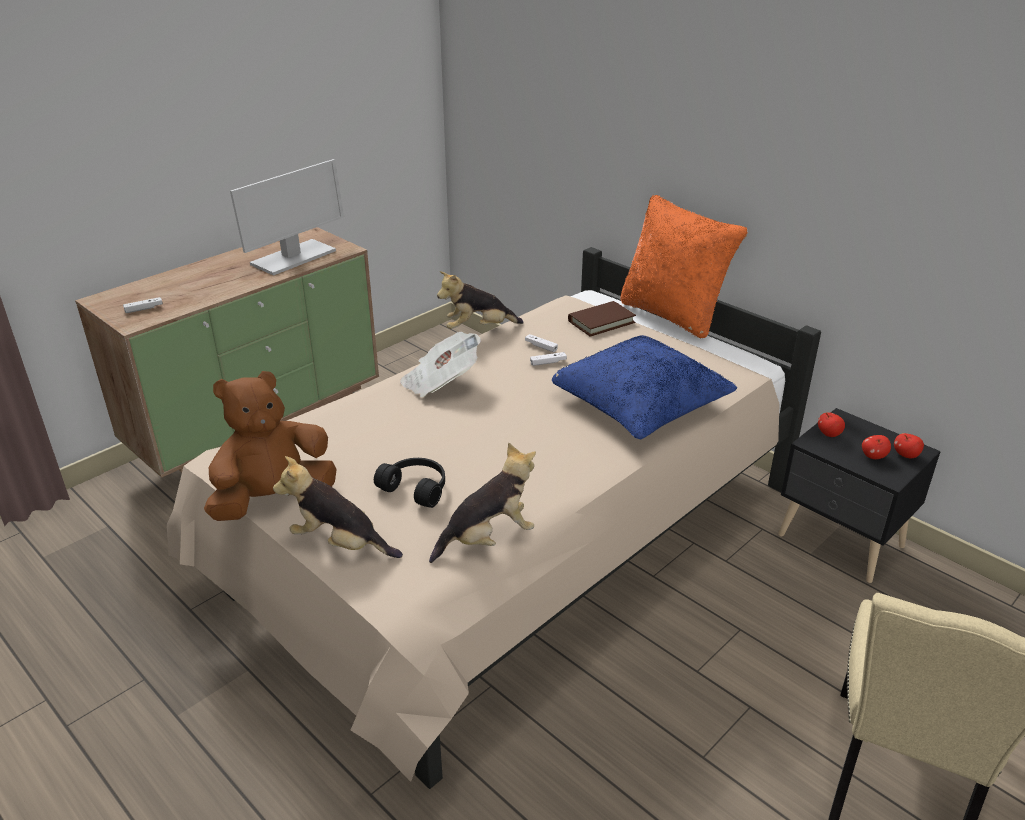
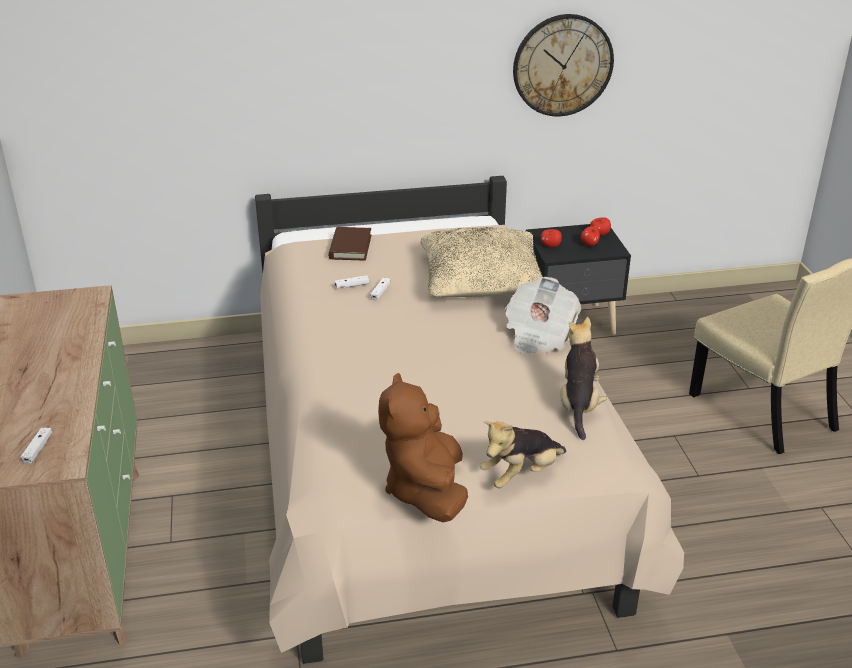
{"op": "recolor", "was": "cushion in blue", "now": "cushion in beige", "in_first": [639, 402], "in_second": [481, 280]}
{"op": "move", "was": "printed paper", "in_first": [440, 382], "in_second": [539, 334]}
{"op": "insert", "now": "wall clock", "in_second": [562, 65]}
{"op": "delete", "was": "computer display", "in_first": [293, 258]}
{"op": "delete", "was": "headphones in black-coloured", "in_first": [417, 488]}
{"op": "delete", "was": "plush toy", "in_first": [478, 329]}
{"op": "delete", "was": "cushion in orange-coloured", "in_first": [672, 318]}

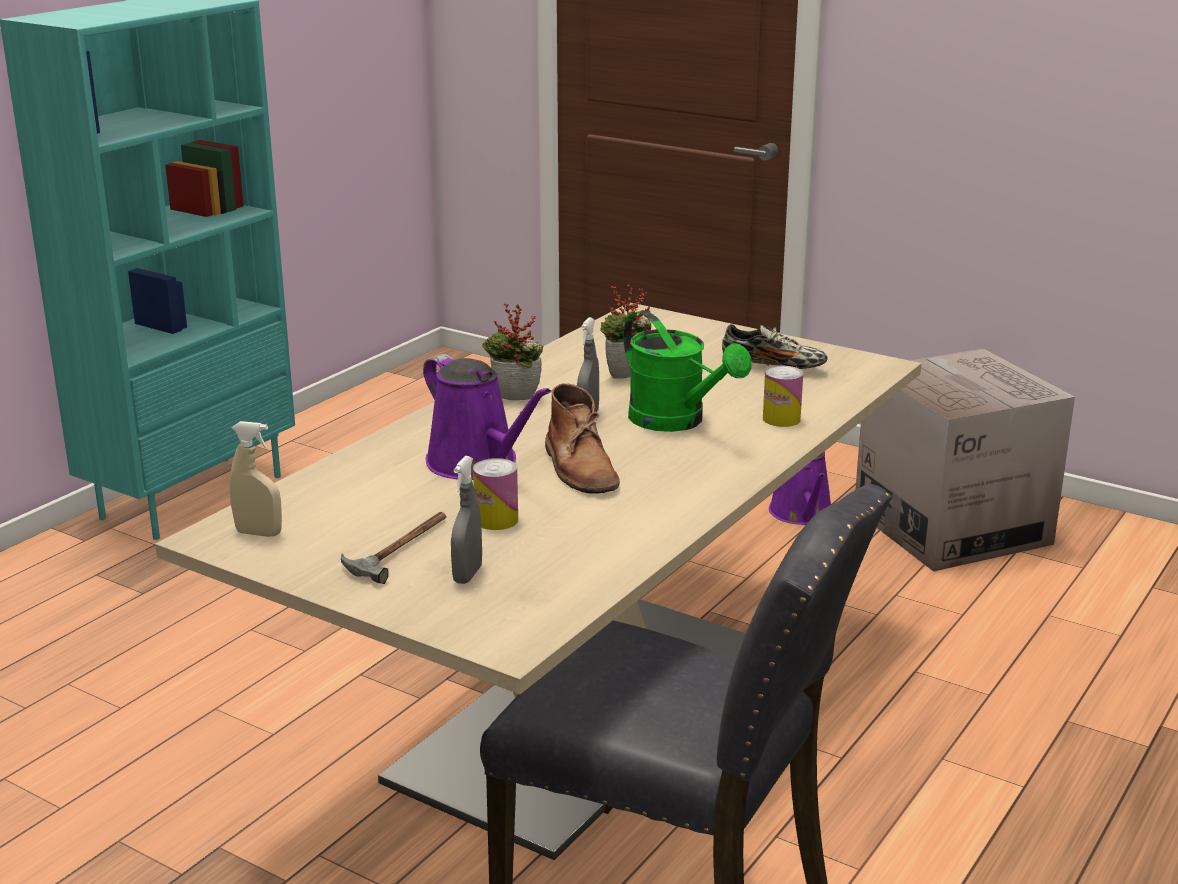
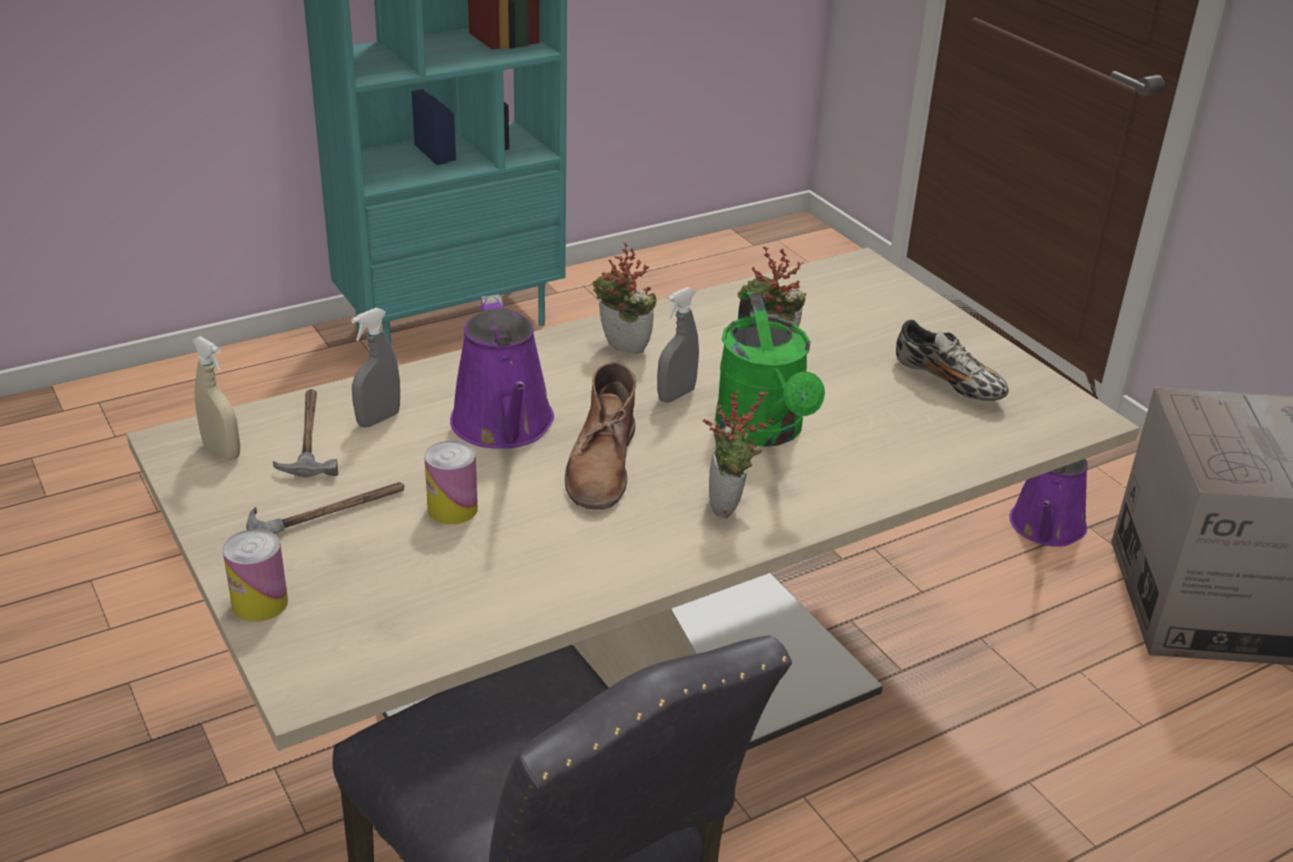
{"op": "move", "was": "can", "in_first": [781, 419], "in_second": [260, 603]}
{"op": "insert", "now": "hammer", "in_second": [308, 436]}
{"op": "move", "was": "sprayer in greyish", "in_first": [467, 575], "in_second": [378, 419]}
{"op": "insert", "now": "plant in a pot", "in_second": [729, 508]}

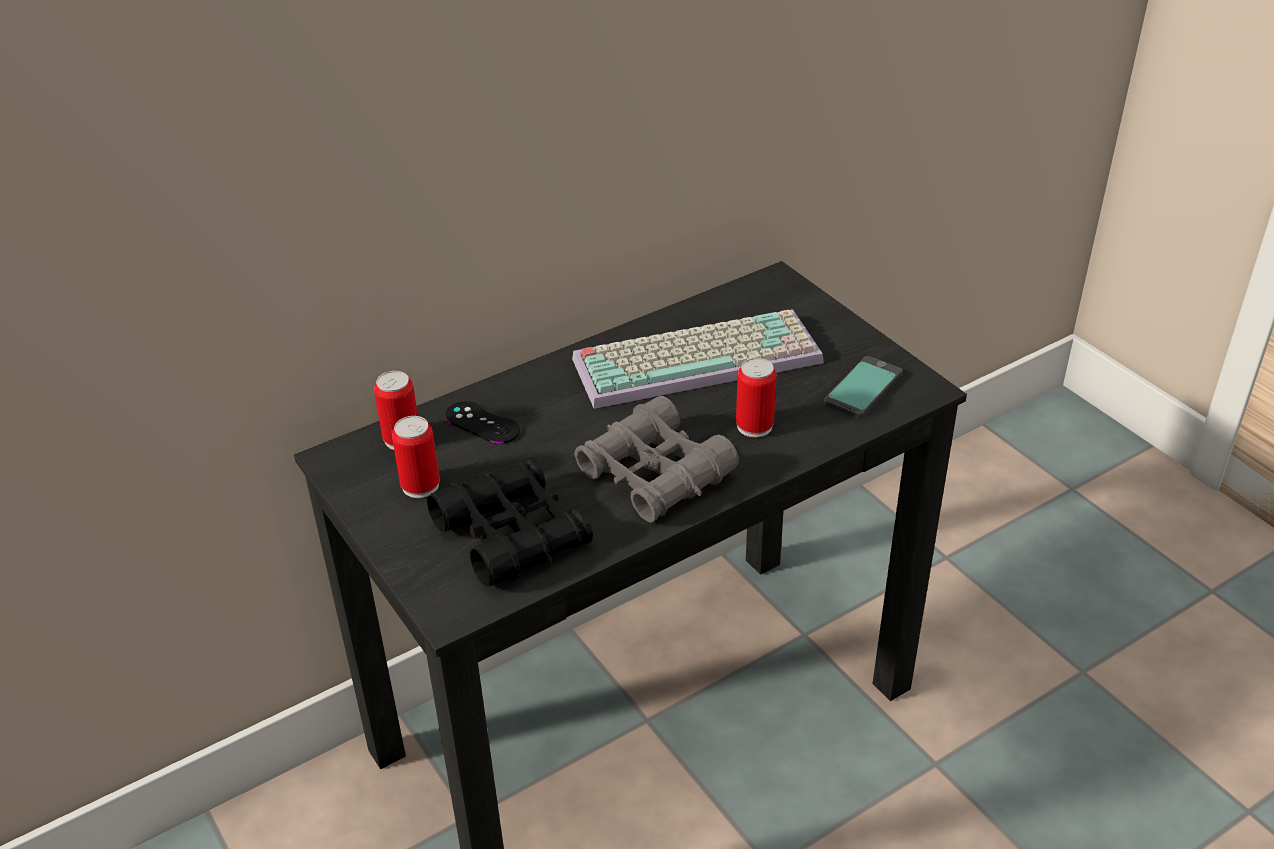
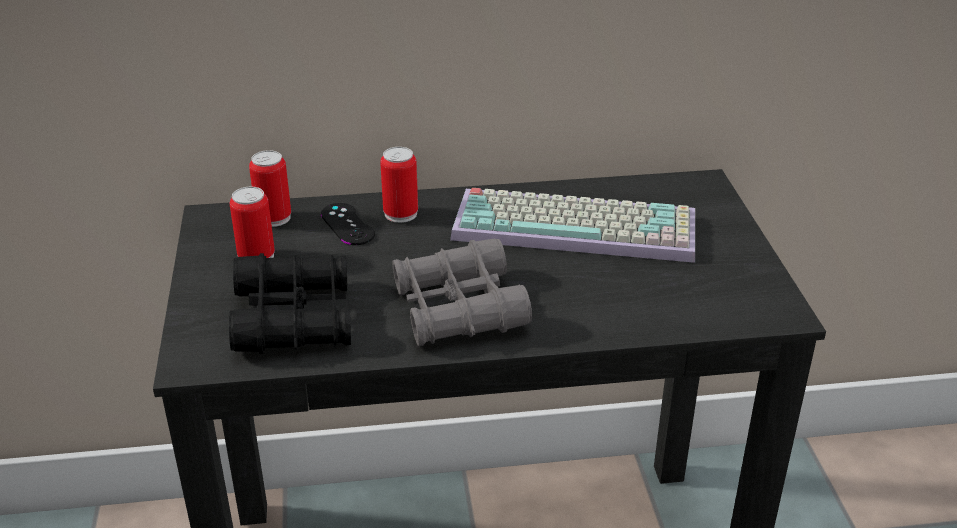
{"op": "move", "was": "can", "in_first": [754, 426], "in_second": [400, 214]}
{"op": "delete", "was": "telephone", "in_first": [862, 388]}

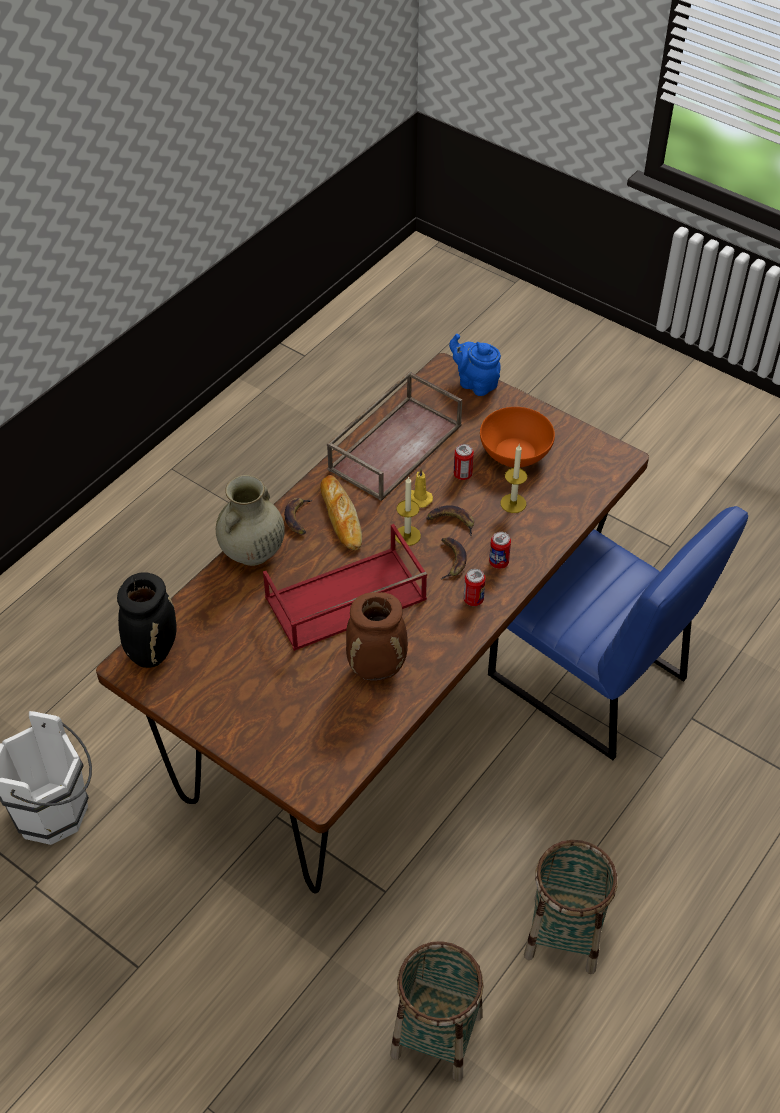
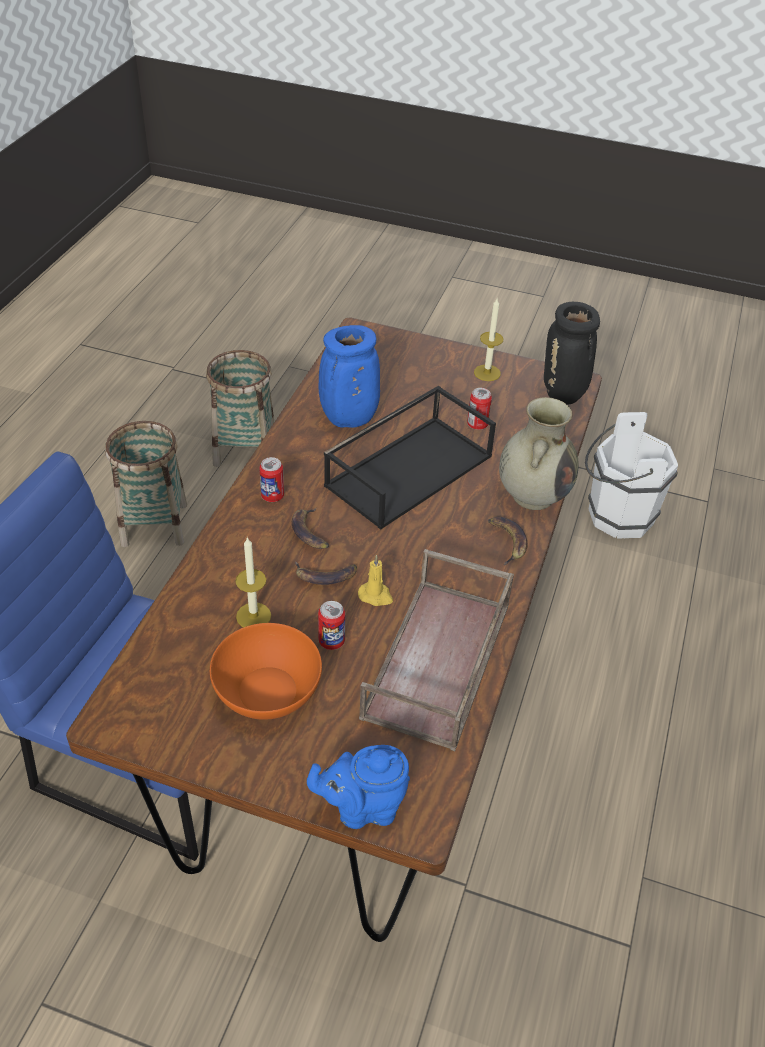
{"op": "rotate", "was": "tea pot in blue", "in_first": [475, 383], "in_second": [362, 808], "clockwise": 150}
{"op": "recolor", "was": "flower vase in brown-coloured", "now": "flower vase in blue", "in_first": [377, 668], "in_second": [348, 420]}
{"op": "recolor", "was": "carrying tray in red-coloured", "now": "carrying tray in black-coloured", "in_first": [344, 600], "in_second": [409, 469]}
{"op": "move", "was": "can", "in_first": [498, 562], "in_second": [477, 424]}
{"op": "move", "was": "candle", "in_first": [407, 535], "in_second": [487, 373]}
{"op": "delete", "was": "bakery bread", "in_first": [341, 516]}

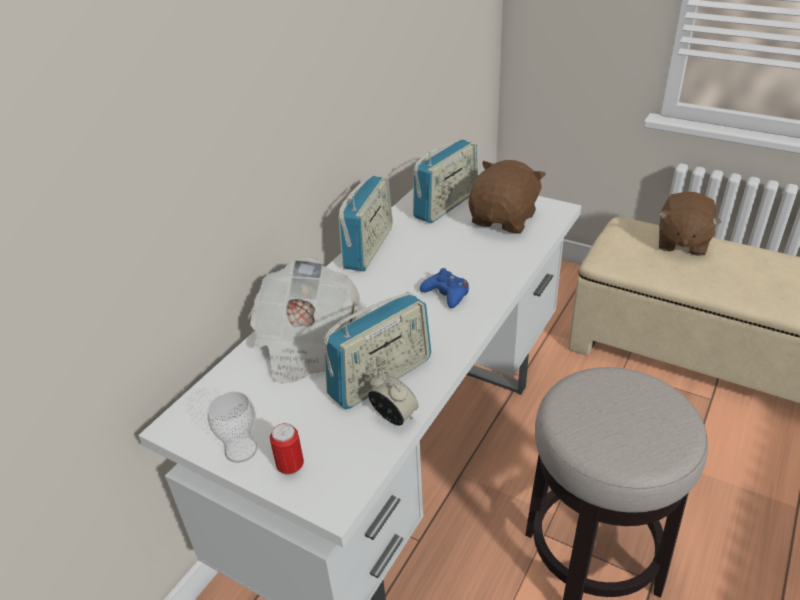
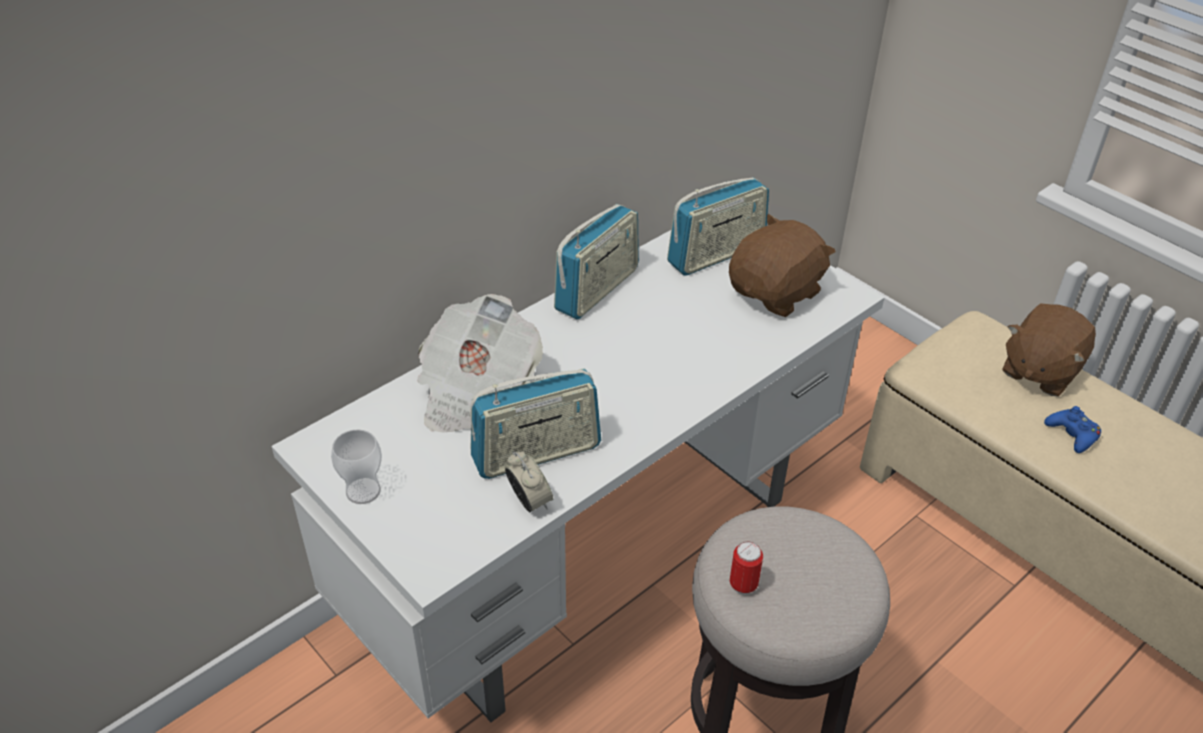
{"op": "move", "was": "can", "in_first": [290, 466], "in_second": [743, 585]}
{"op": "move", "was": "gamepad in blue", "in_first": [446, 294], "in_second": [1072, 434]}

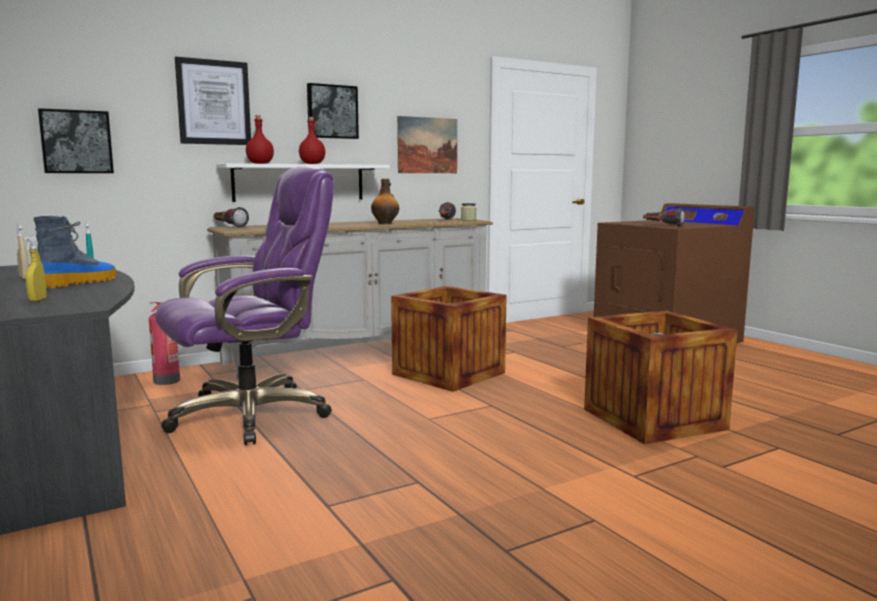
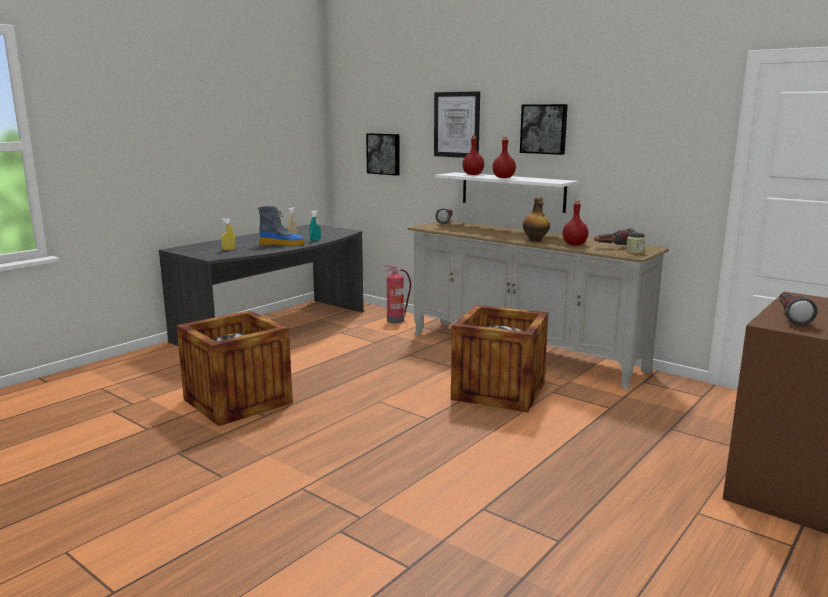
{"op": "move", "was": "packing crate", "in_first": [653, 419], "in_second": [237, 401]}
{"op": "insert", "now": "drink bottle in red-coloured", "in_second": [575, 244]}
{"op": "delete", "was": "desk chair in purplish", "in_first": [249, 415]}
{"op": "delete", "was": "wall art", "in_first": [427, 145]}

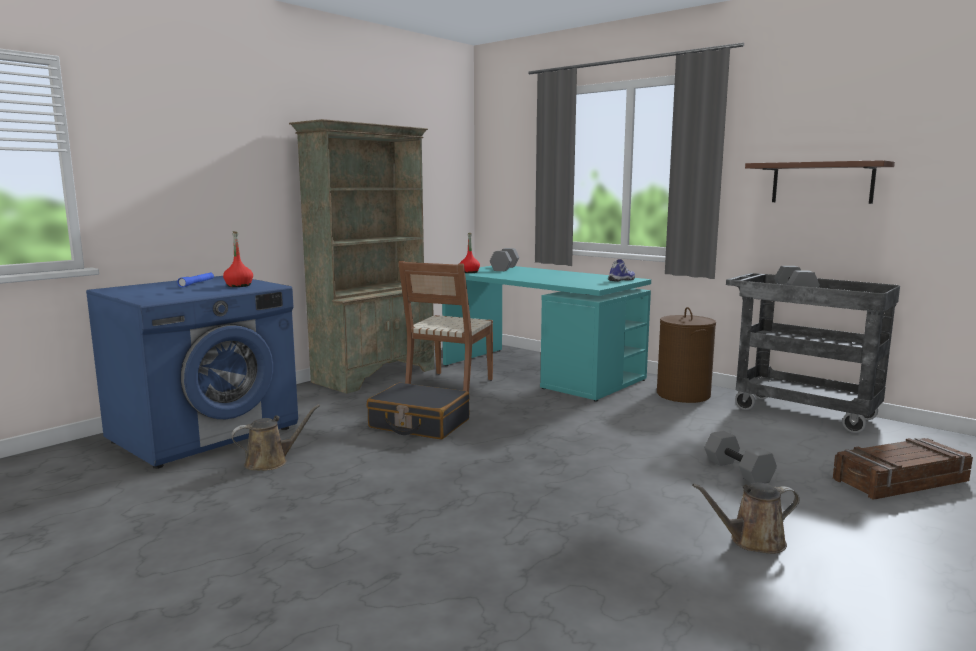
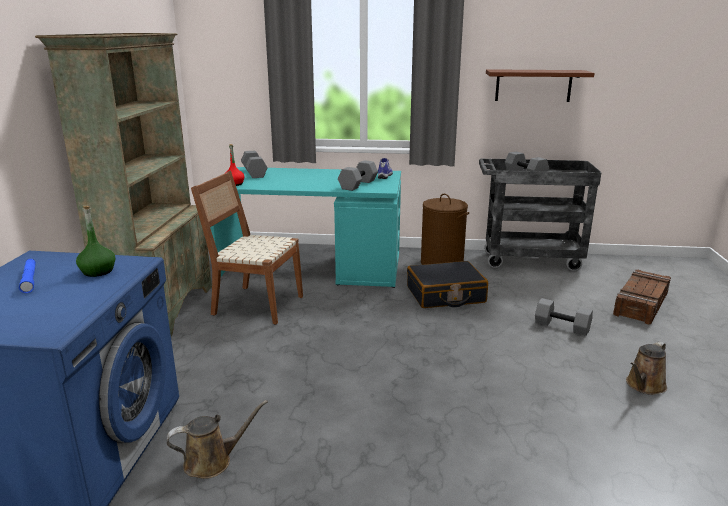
{"op": "recolor", "was": "drink bottle in red-coloured", "now": "drink bottle in green", "in_first": [239, 285], "in_second": [98, 271]}
{"op": "rotate", "was": "watering can in brown-coloured", "in_first": [270, 462], "in_second": [212, 461], "clockwise": 45}
{"op": "rotate", "was": "upright chair", "in_first": [448, 386], "in_second": [254, 305], "clockwise": 120}
{"op": "insert", "now": "hand weight in greyish", "in_second": [358, 185]}
{"op": "move", "was": "travel case in black-coloured", "in_first": [419, 424], "in_second": [445, 295]}

